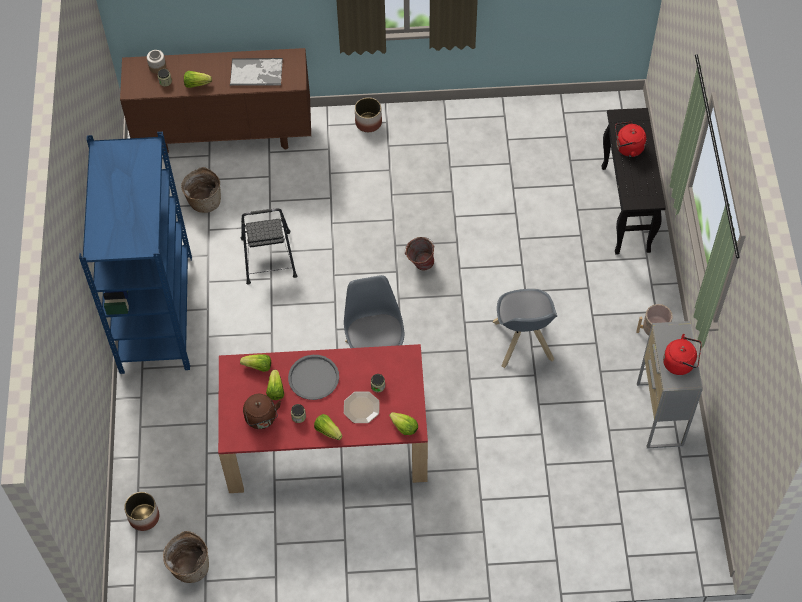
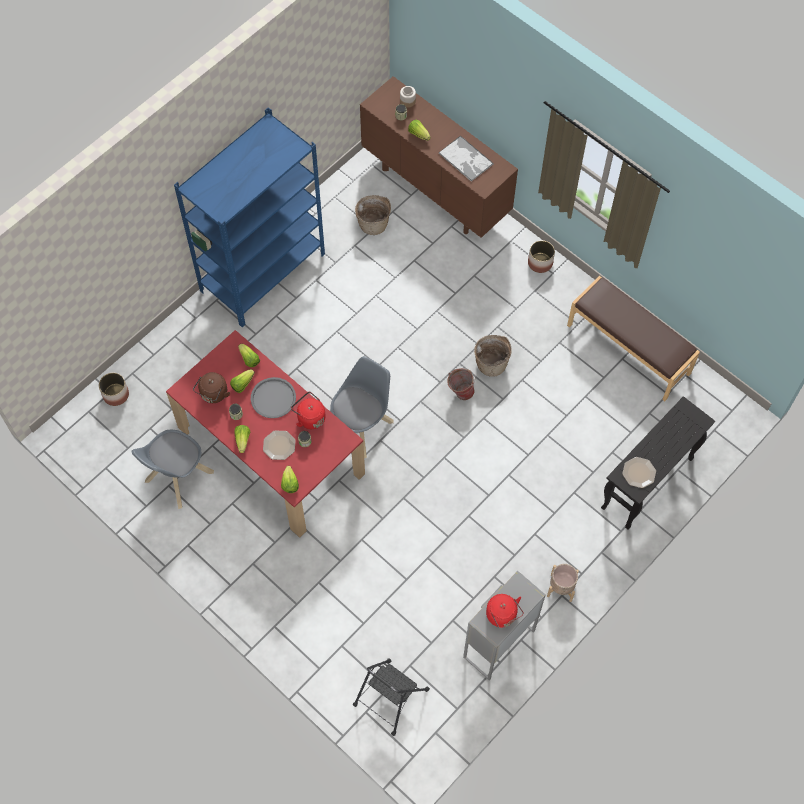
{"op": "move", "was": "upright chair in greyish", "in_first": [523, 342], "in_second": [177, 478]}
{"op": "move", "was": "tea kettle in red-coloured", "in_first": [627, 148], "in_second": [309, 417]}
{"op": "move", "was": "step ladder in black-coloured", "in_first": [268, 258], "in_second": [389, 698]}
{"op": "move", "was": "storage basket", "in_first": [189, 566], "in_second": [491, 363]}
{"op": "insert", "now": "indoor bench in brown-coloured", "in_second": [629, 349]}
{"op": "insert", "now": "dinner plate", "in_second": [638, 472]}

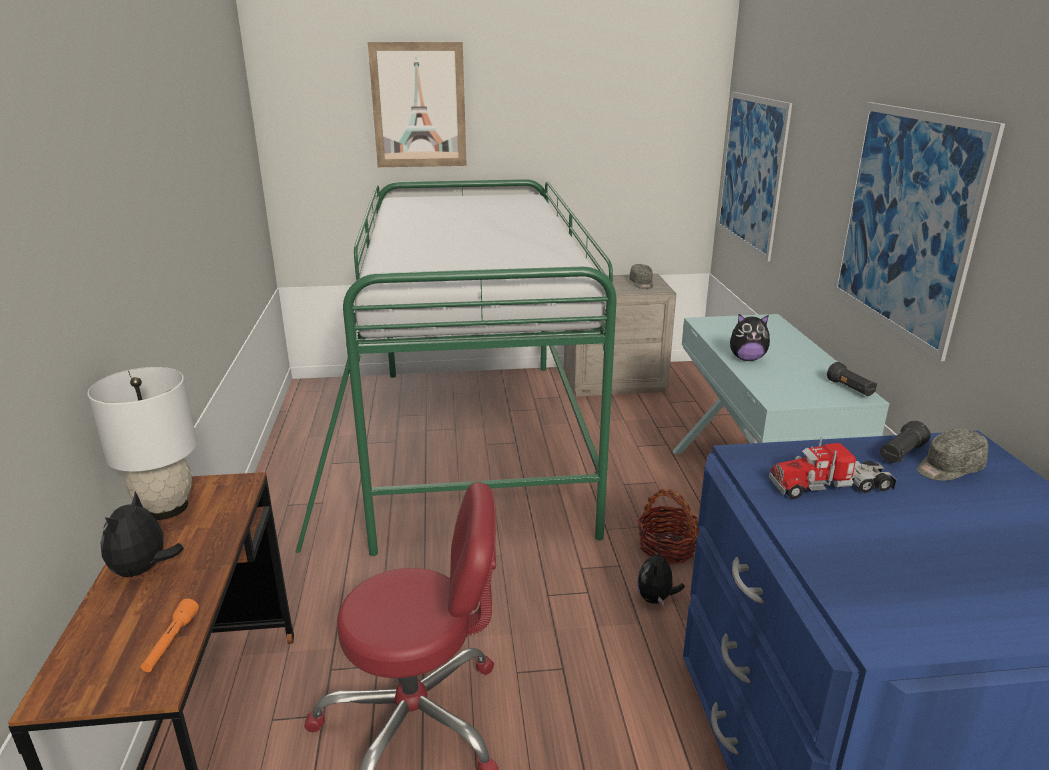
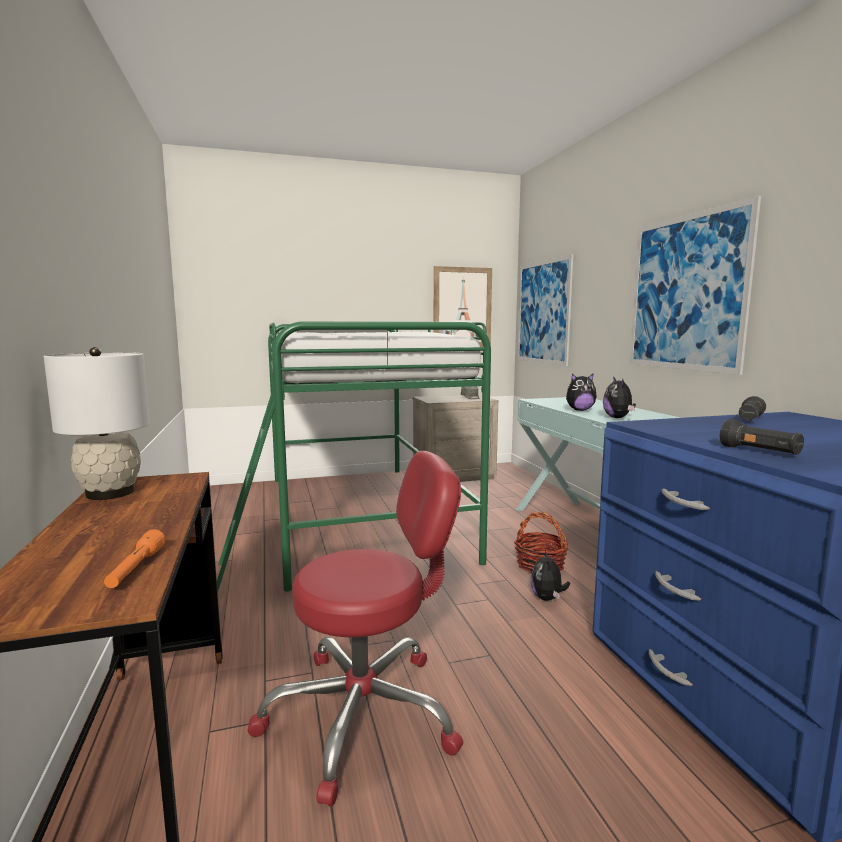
{"op": "move", "was": "wall art", "in_first": [419, 106], "in_second": [462, 307]}
{"op": "move", "was": "plush toy", "in_first": [143, 570], "in_second": [618, 418]}
{"op": "move", "was": "flashlight in black-coloured", "in_first": [850, 389], "in_second": [760, 452]}
{"op": "delete", "was": "toy lorry", "in_first": [830, 486]}
{"op": "delete", "was": "cap in greyish", "in_first": [948, 468]}

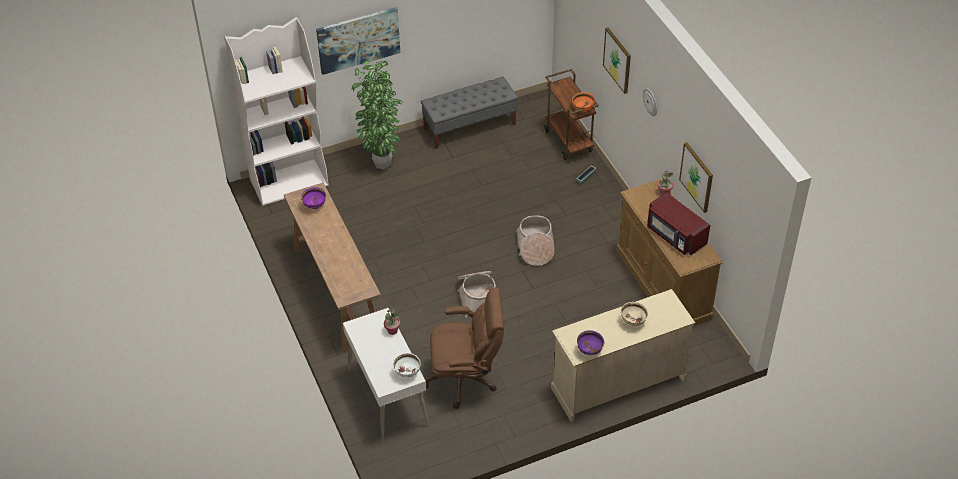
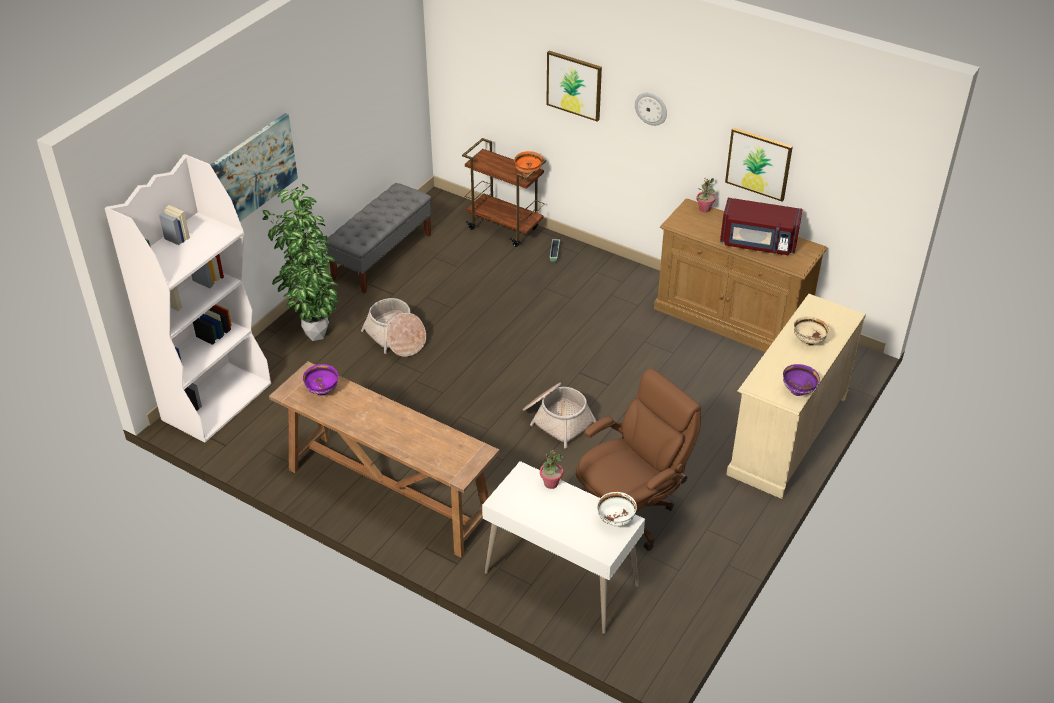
{"op": "move", "was": "storage basket", "in_first": [535, 247], "in_second": [396, 338]}

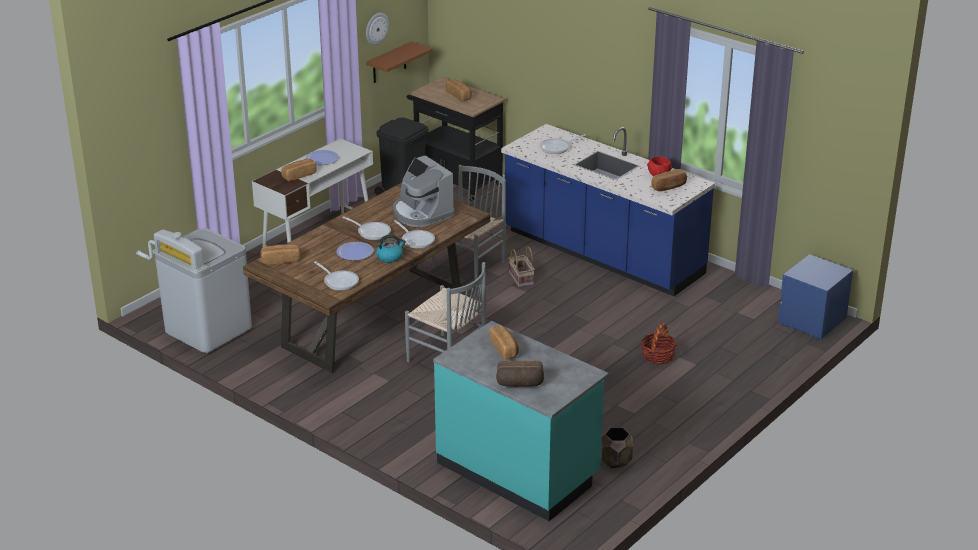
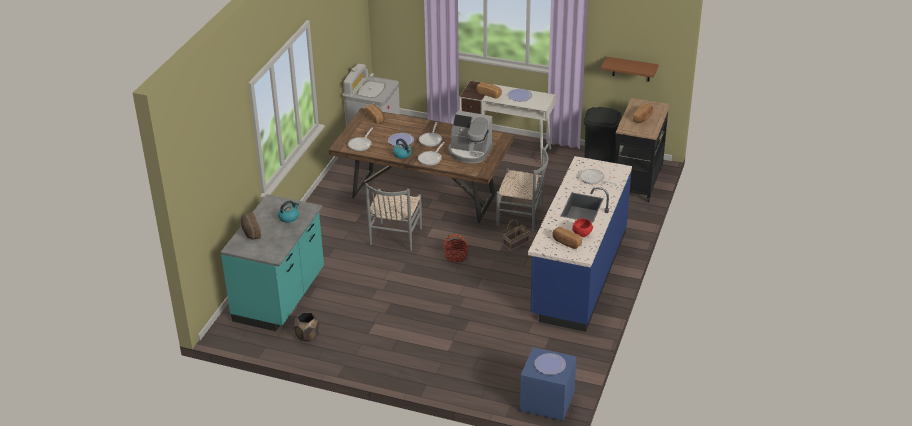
{"op": "replace", "was": "bakery bread", "now": "tea kettle", "in_first": [504, 349], "in_second": [289, 217]}
{"op": "move", "was": "storage basket", "in_first": [658, 356], "in_second": [455, 256]}
{"op": "rotate", "was": "coffee maker", "in_first": [421, 213], "in_second": [470, 152], "clockwise": -105}
{"op": "insert", "now": "dinner plate", "in_second": [550, 365]}
{"op": "delete", "was": "wall clock", "in_first": [376, 28]}

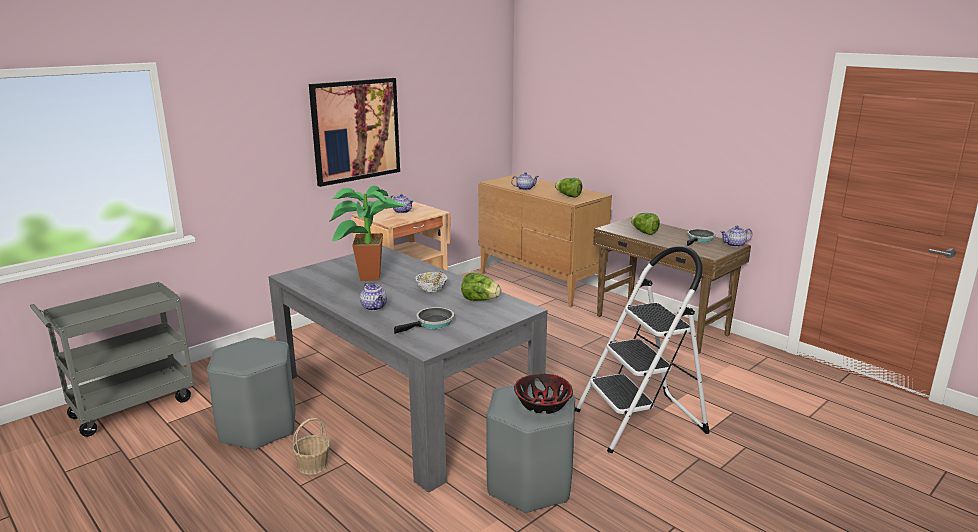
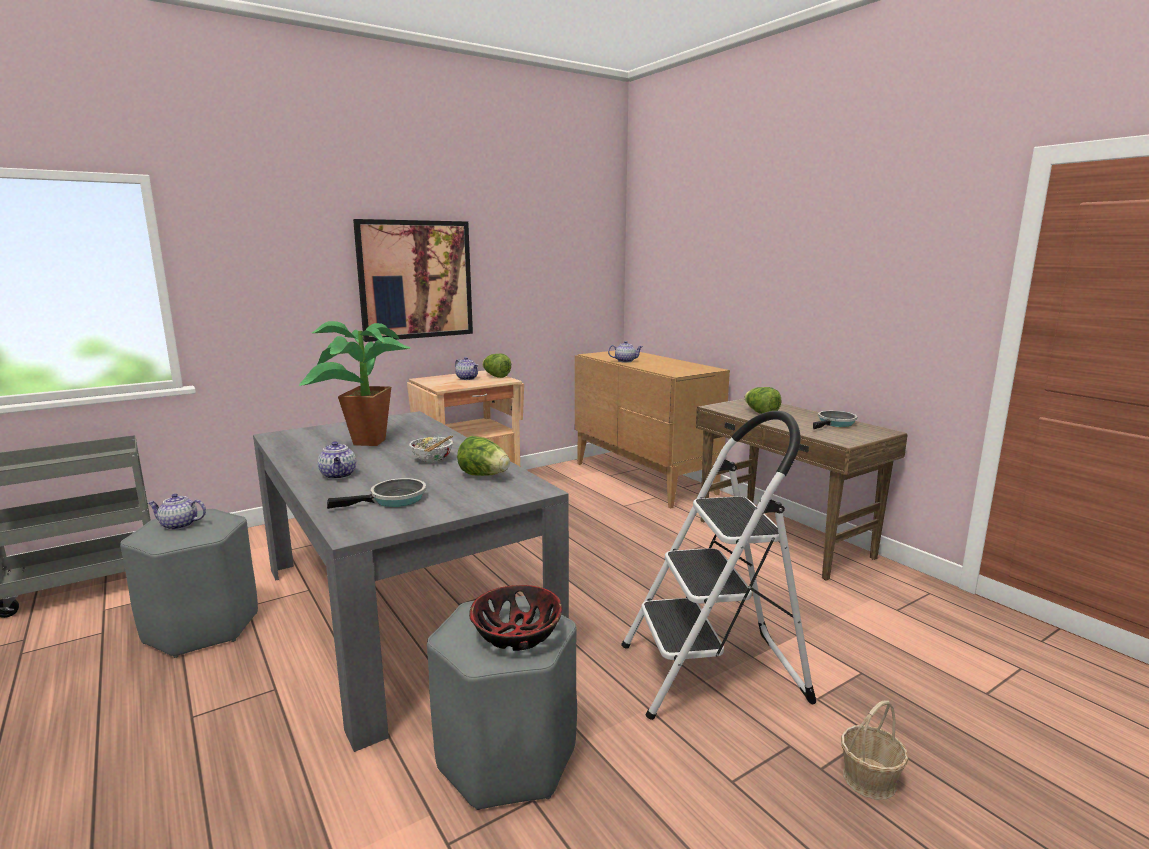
{"op": "move", "was": "tea pot", "in_first": [734, 245], "in_second": [178, 525]}
{"op": "move", "was": "lettuce head", "in_first": [568, 196], "in_second": [496, 376]}
{"op": "move", "was": "storage basket", "in_first": [313, 465], "in_second": [869, 779]}

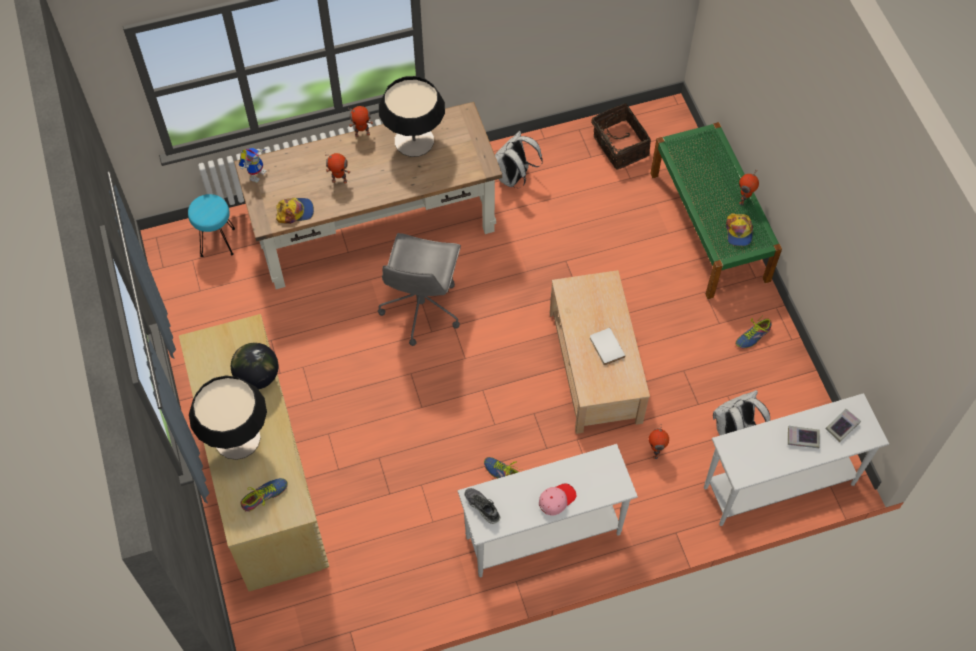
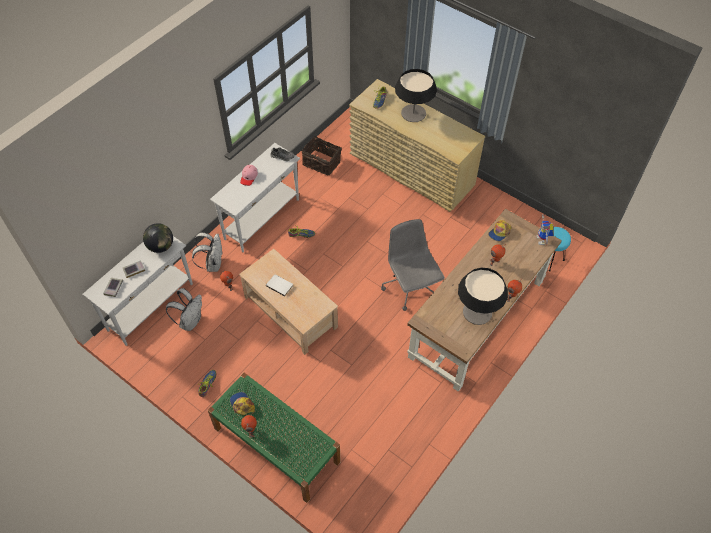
{"op": "move", "was": "world globe", "in_first": [258, 376], "in_second": [161, 246]}
{"op": "move", "was": "rucksack in whitish", "in_first": [514, 178], "in_second": [213, 264]}
{"op": "move", "was": "storage basket", "in_first": [619, 146], "in_second": [322, 162]}

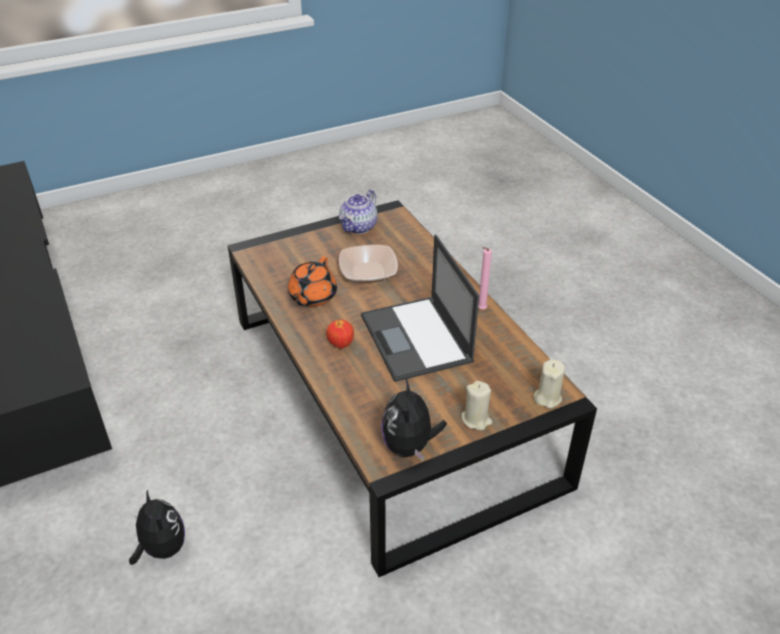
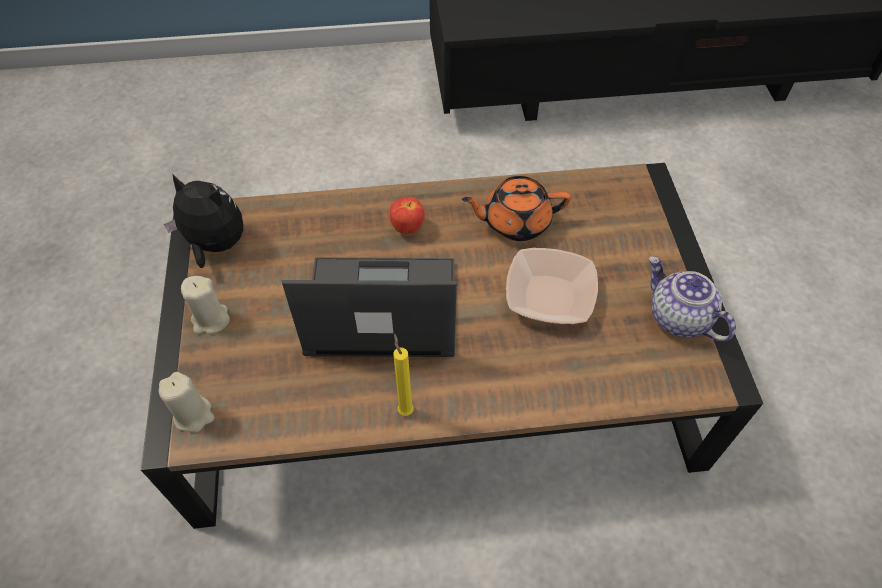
{"op": "recolor", "was": "candle in pink", "now": "candle in yellowish", "in_first": [480, 310], "in_second": [405, 409]}
{"op": "rotate", "was": "tea pot in orange-coloured", "in_first": [312, 297], "in_second": [515, 222], "clockwise": -45}
{"op": "delete", "was": "plush toy", "in_first": [162, 548]}

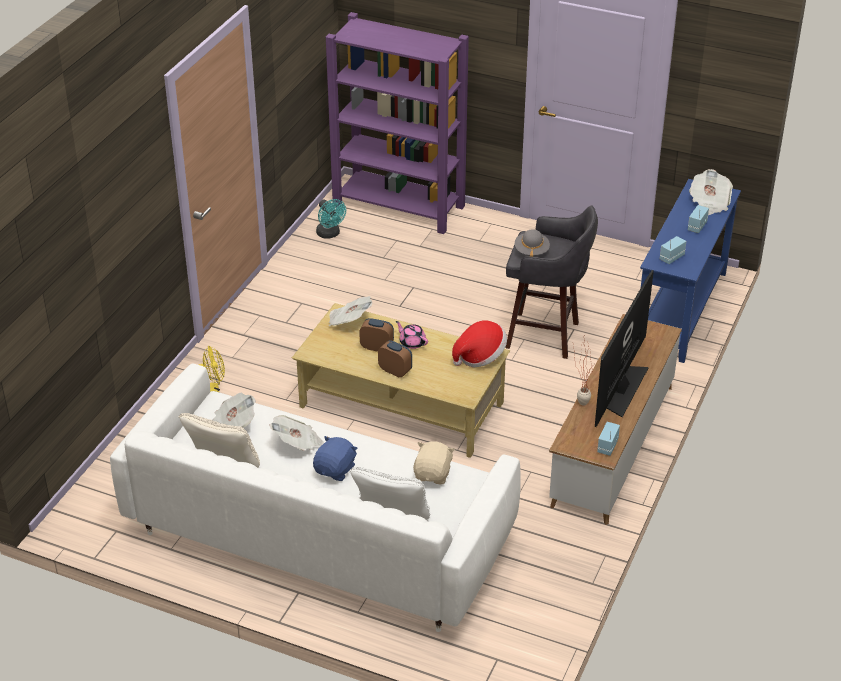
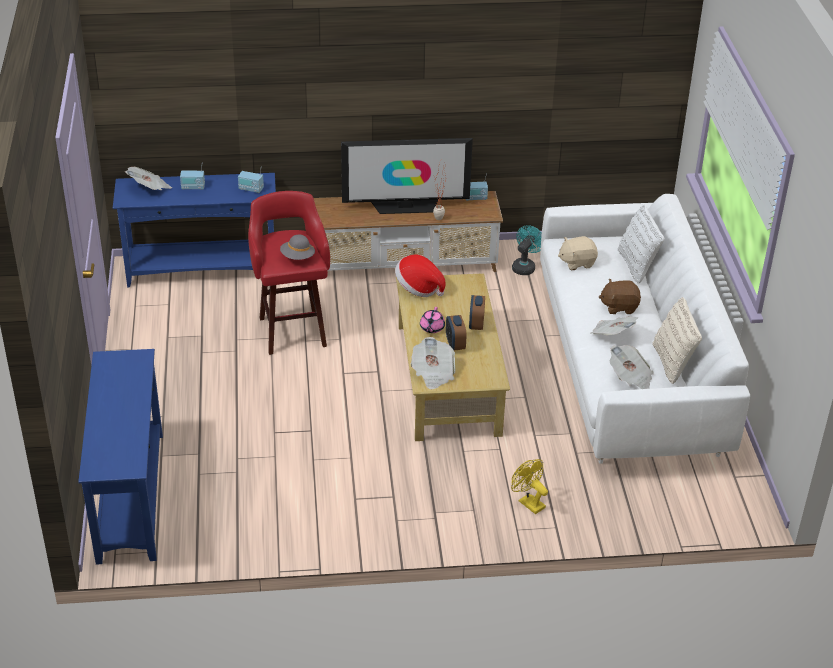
{"op": "replace", "was": "bookcase in purplish", "now": "console table in blue", "in_first": [399, 206], "in_second": [130, 496]}
{"op": "recolor", "was": "stool seat in greyish", "now": "stool seat in red-coloured", "in_first": [546, 336], "in_second": [292, 330]}
{"op": "move", "was": "fan in blue-green", "in_first": [330, 234], "in_second": [525, 266]}
{"op": "recolor", "was": "plush toy in blue", "now": "plush toy in brown-coloured", "in_first": [335, 470], "in_second": [619, 306]}

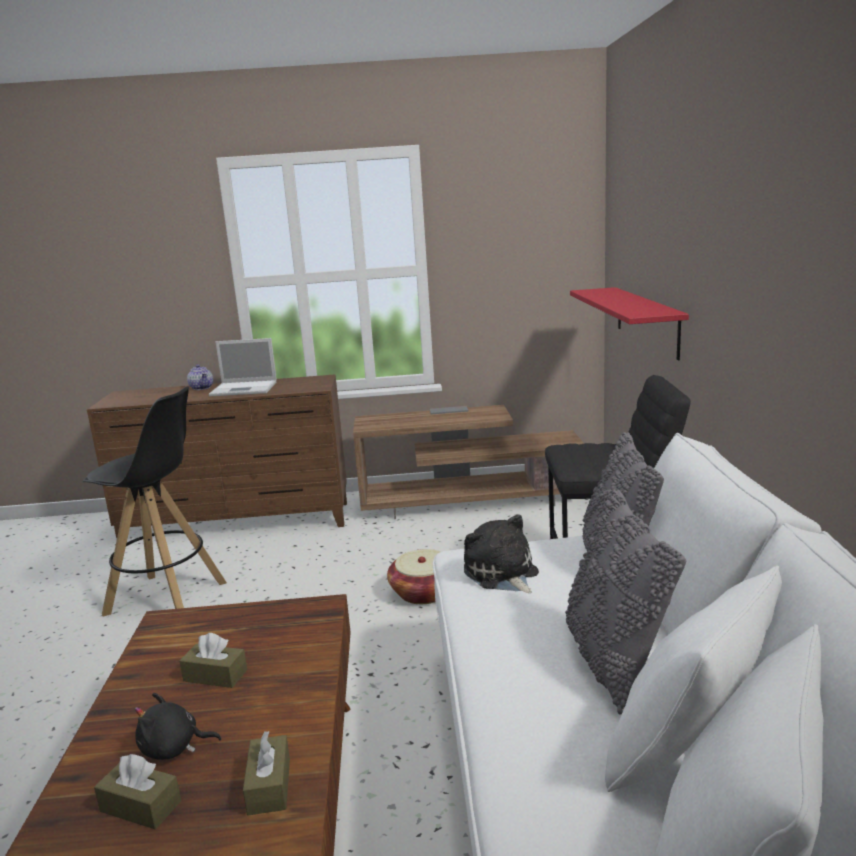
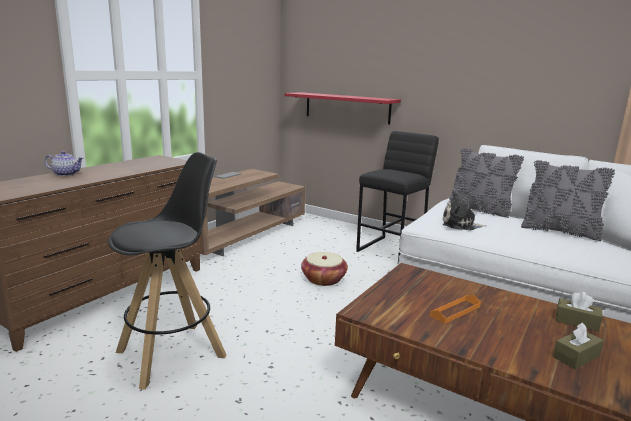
{"op": "replace", "was": "tissue box in brown-coloured", "now": "carrying tray in orange-coloured", "in_first": [215, 675], "in_second": [455, 311]}
{"op": "delete", "was": "plush toy in black-coloured", "in_first": [174, 748]}
{"op": "delete", "was": "portable computer", "in_first": [245, 389]}

